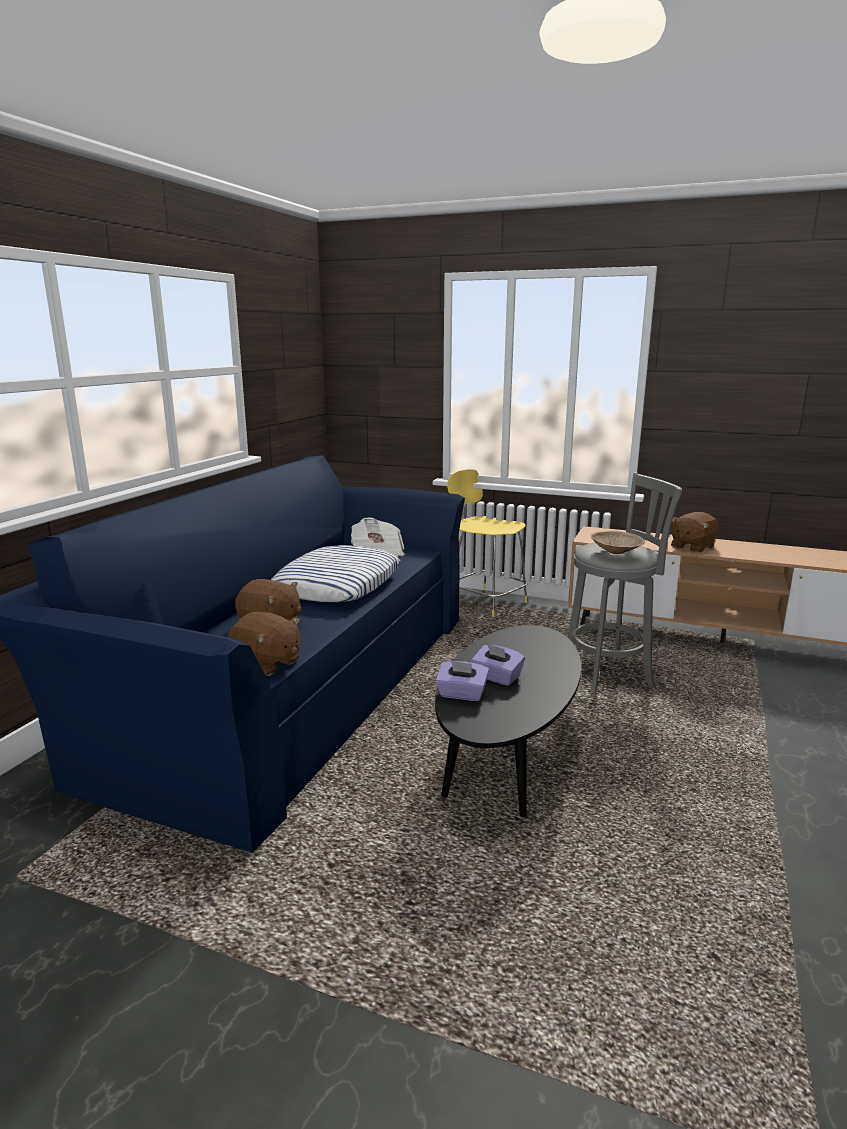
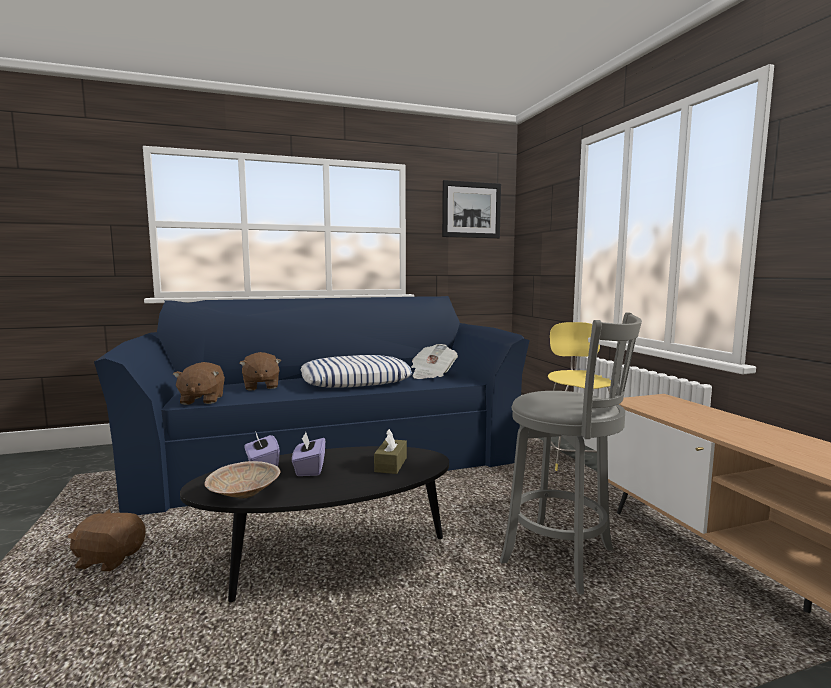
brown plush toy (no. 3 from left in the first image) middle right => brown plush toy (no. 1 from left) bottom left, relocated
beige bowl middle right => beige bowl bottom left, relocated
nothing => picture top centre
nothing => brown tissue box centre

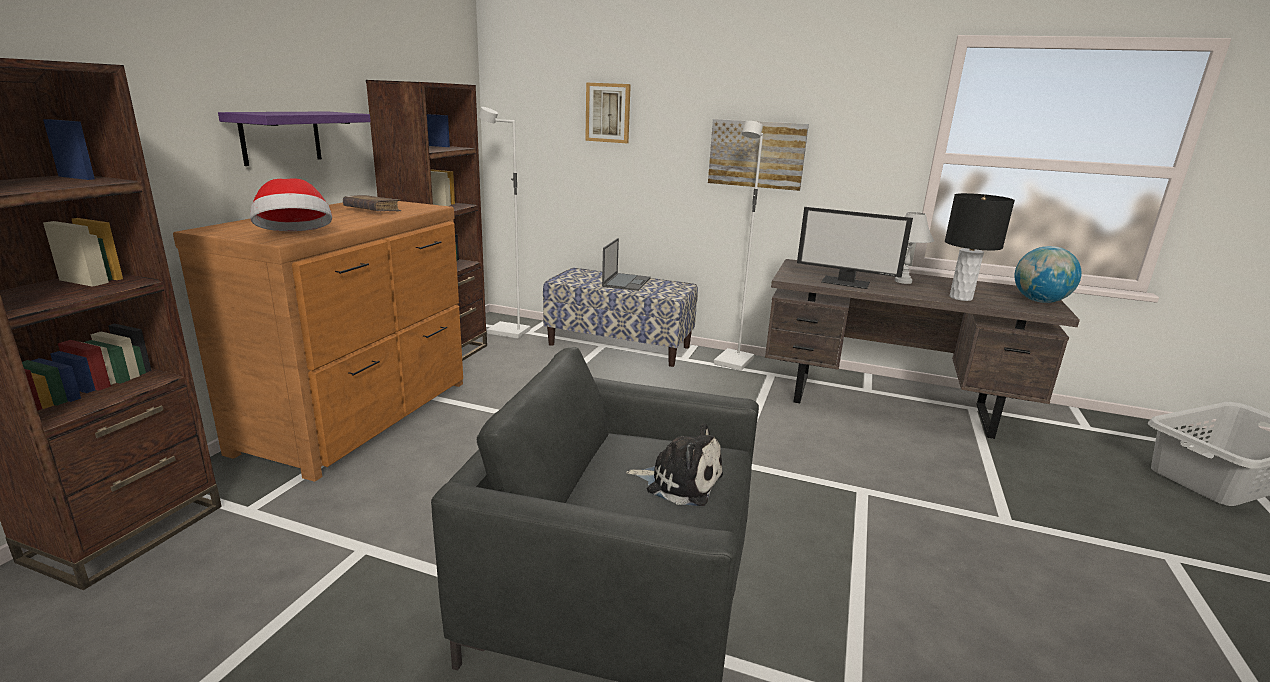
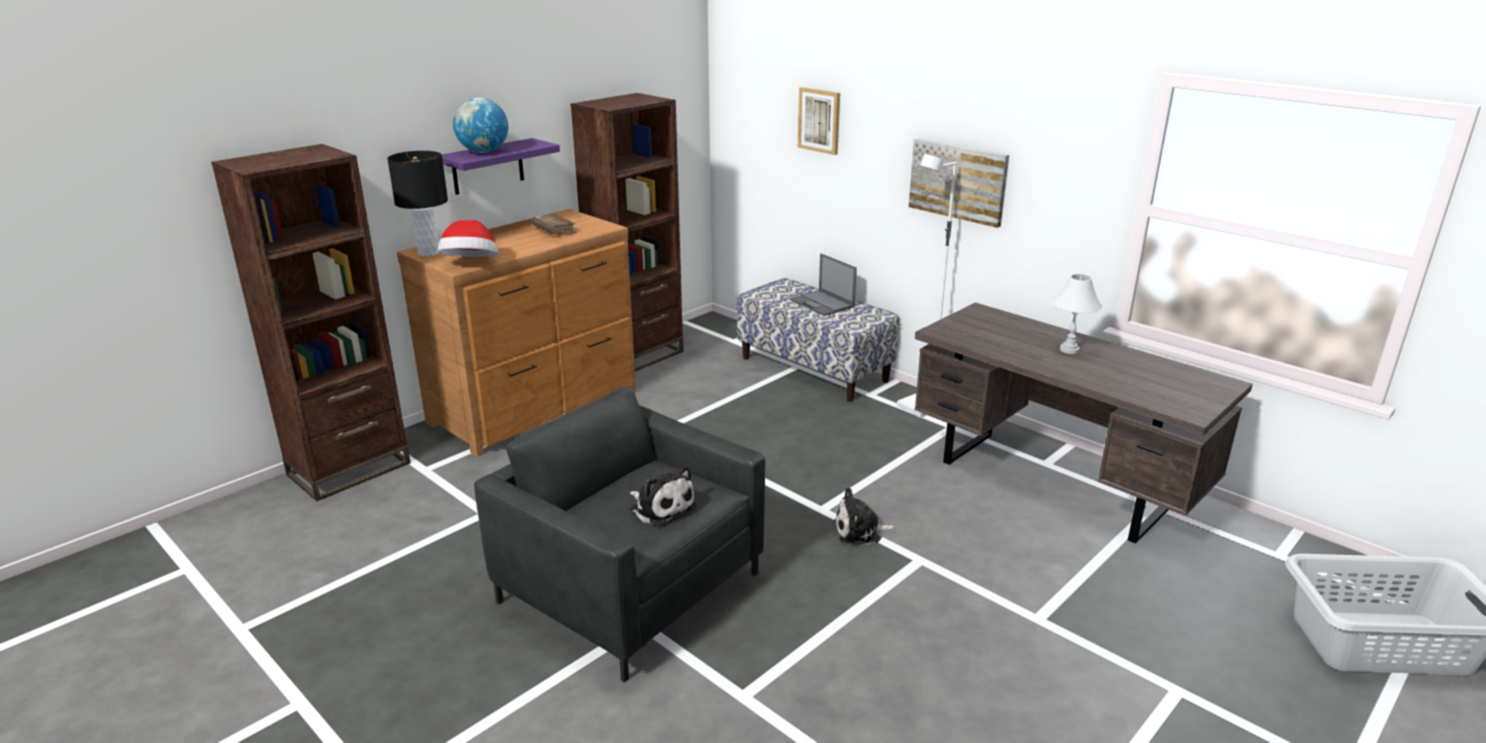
white floor lamp (no. 1 from left) top centre => nothing
black table lamp middle right => black table lamp top left, relocated
monitor middle right => nothing
laptop centre, 105 degrees clockwise
globe middle right => globe top left, relocated
nothing => plush toy (no. 2 from left) bottom centre

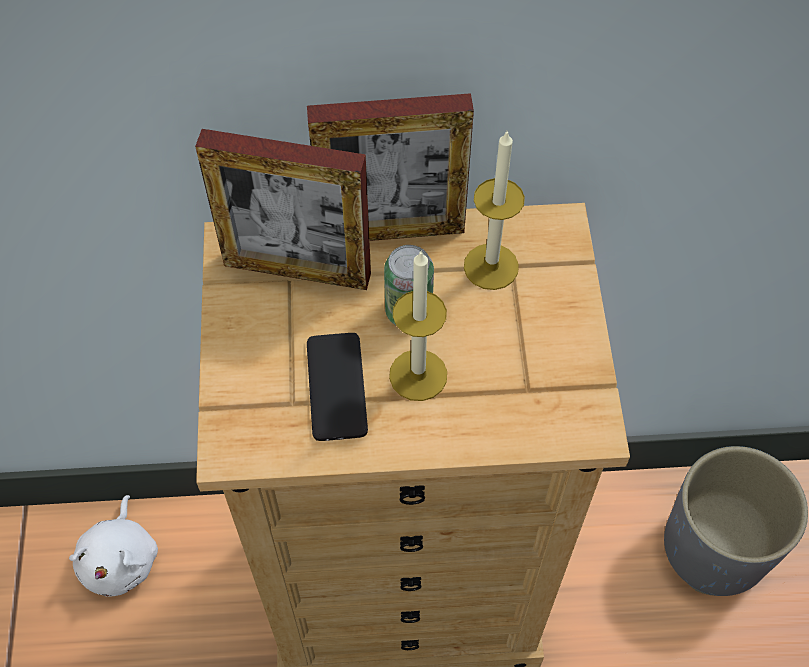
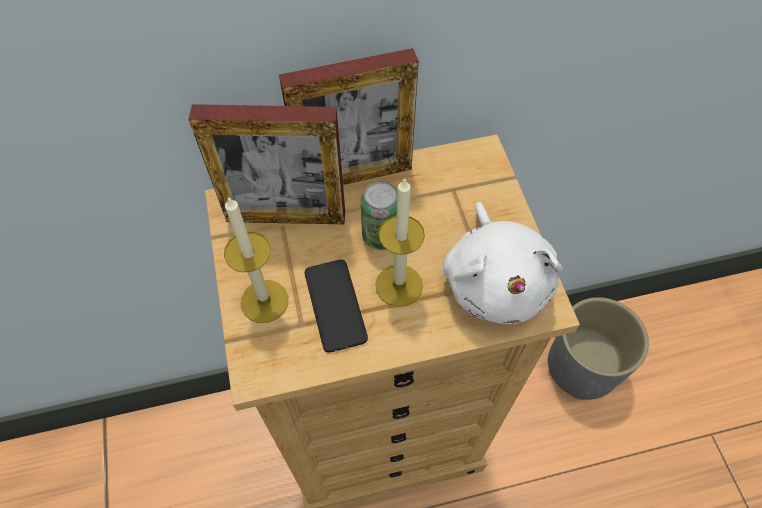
candle (no. 2 from left in the first image) top centre => candle (no. 1 from left) centre, relocated
white plush toy bottom left => white plush toy centre, relocated

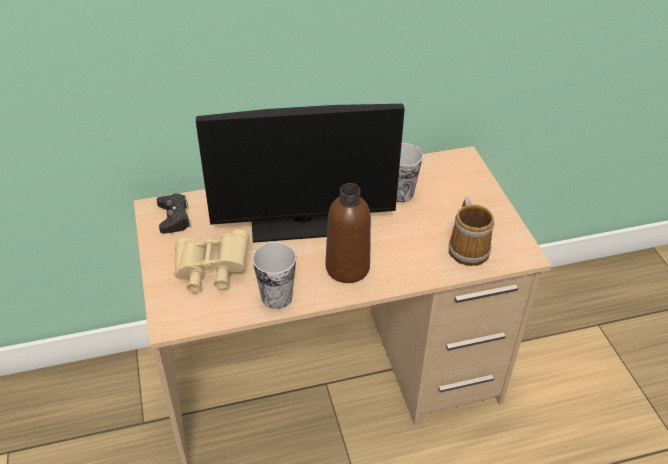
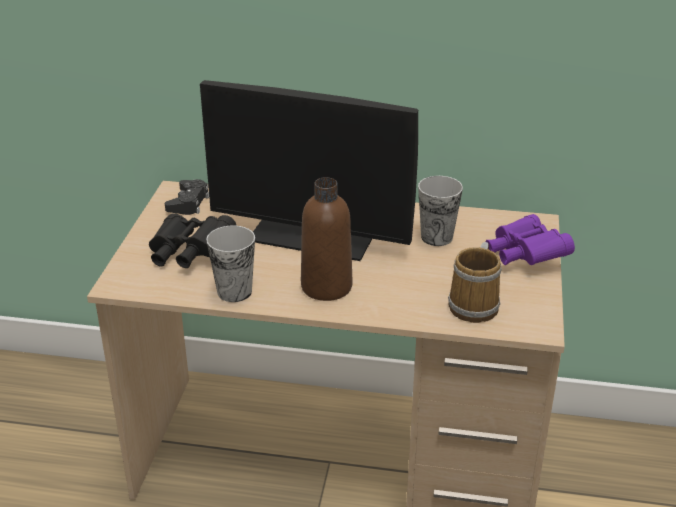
beige binoculars middle left => black binoculars middle left
nothing => purple binoculars middle right

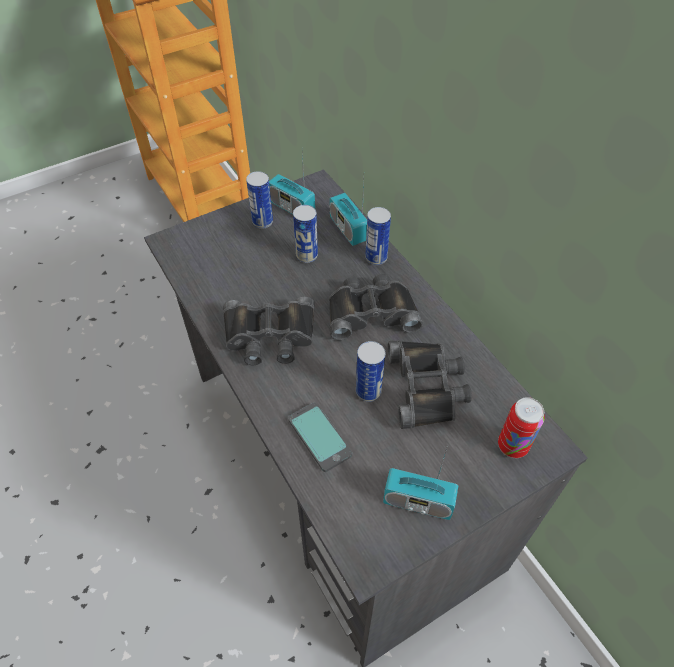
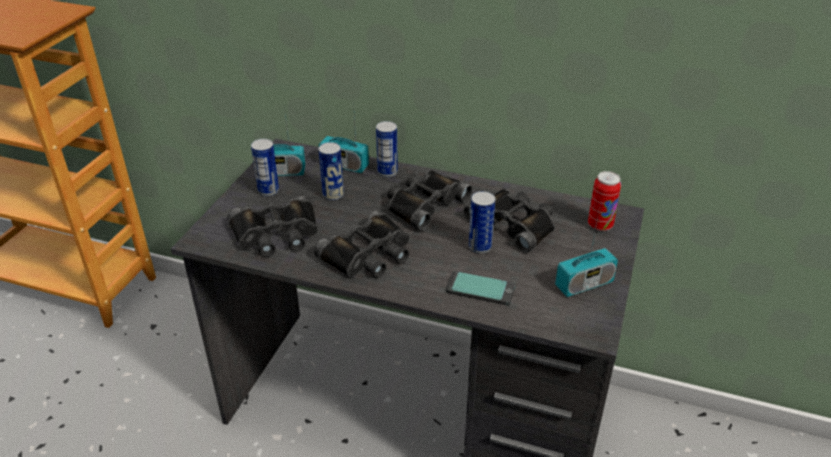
nothing => black binoculars (no. 1 from left) middle left

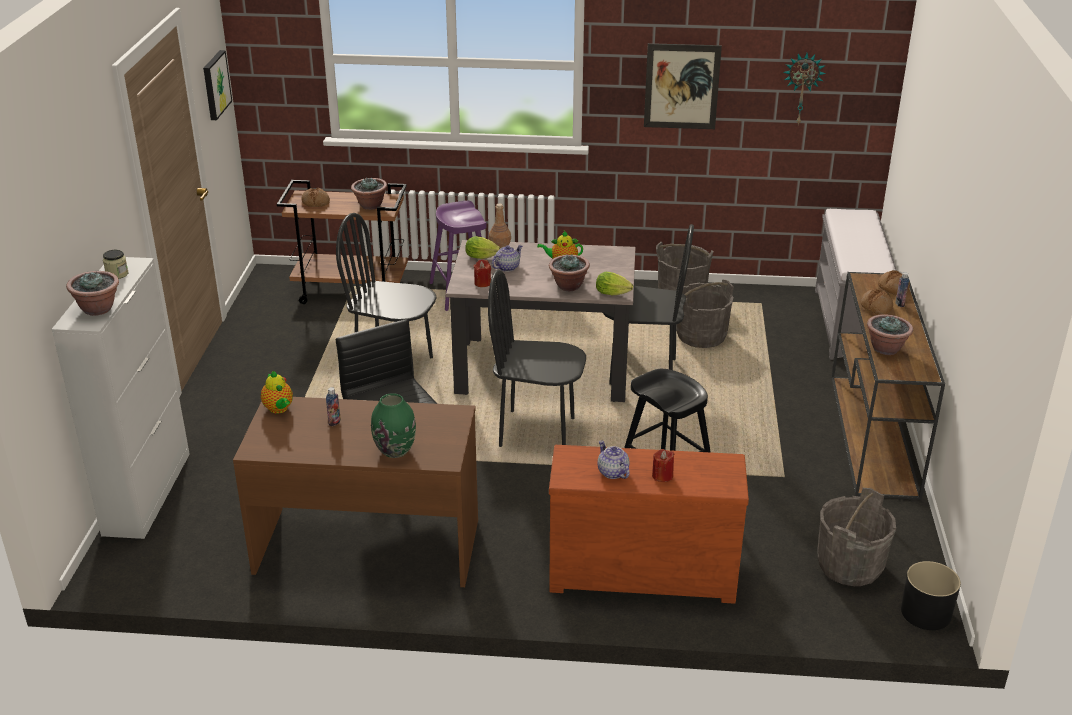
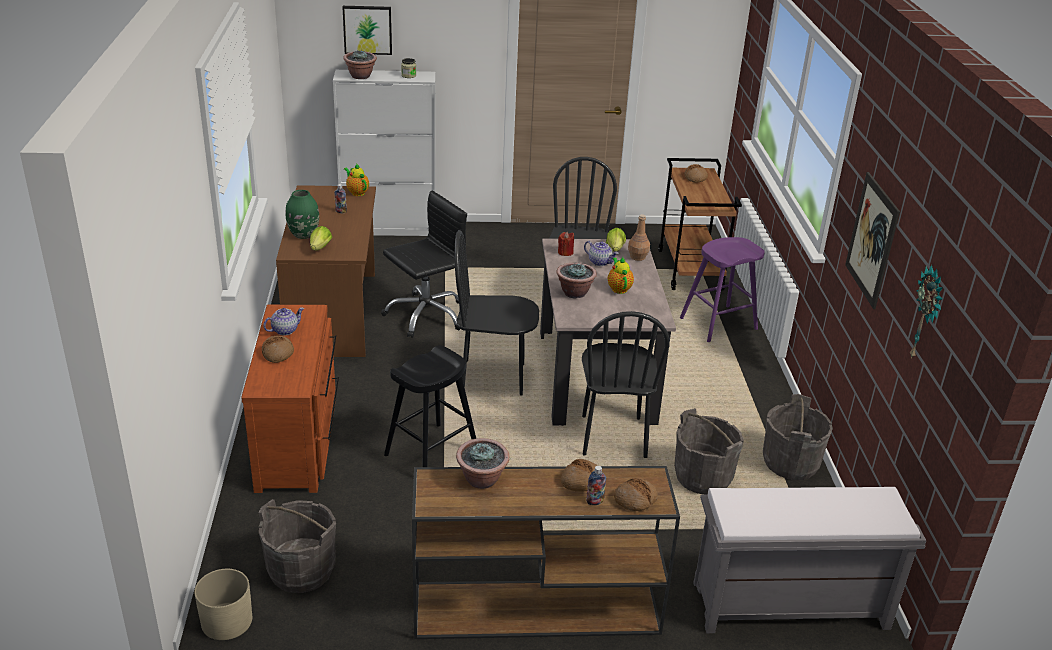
picture (no. 1 from left) top left => picture (no. 1 from left) top centre, relocated
potted plant (no. 2 from left) top centre => nothing
black chair (no. 2 from left in the first image) centre => black chair (no. 1 from left) centre, 90 degrees counterclockwise
lettuce (no. 2 from left in the first image) centre => lettuce (no. 1 from left) middle left, relocated
teapot (no. 1 from left in the first image) middle left => teapot (no. 2 from left) top centre, 90 degrees clockwise
red candle (no. 2 from left) centre => bread (no. 1 from left) middle left
black planter bottom right => beige planter bottom left

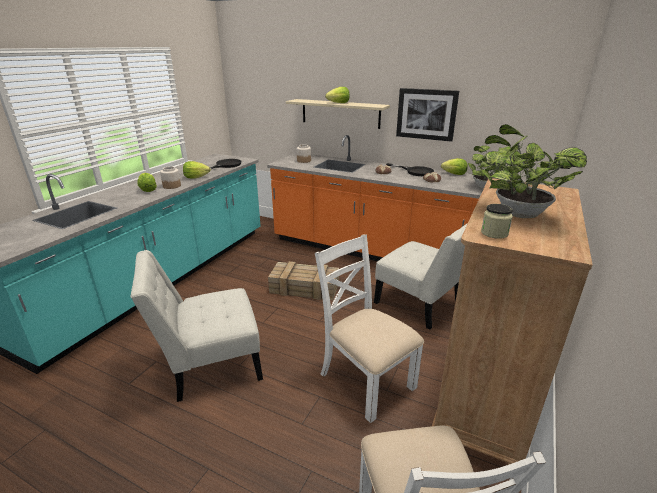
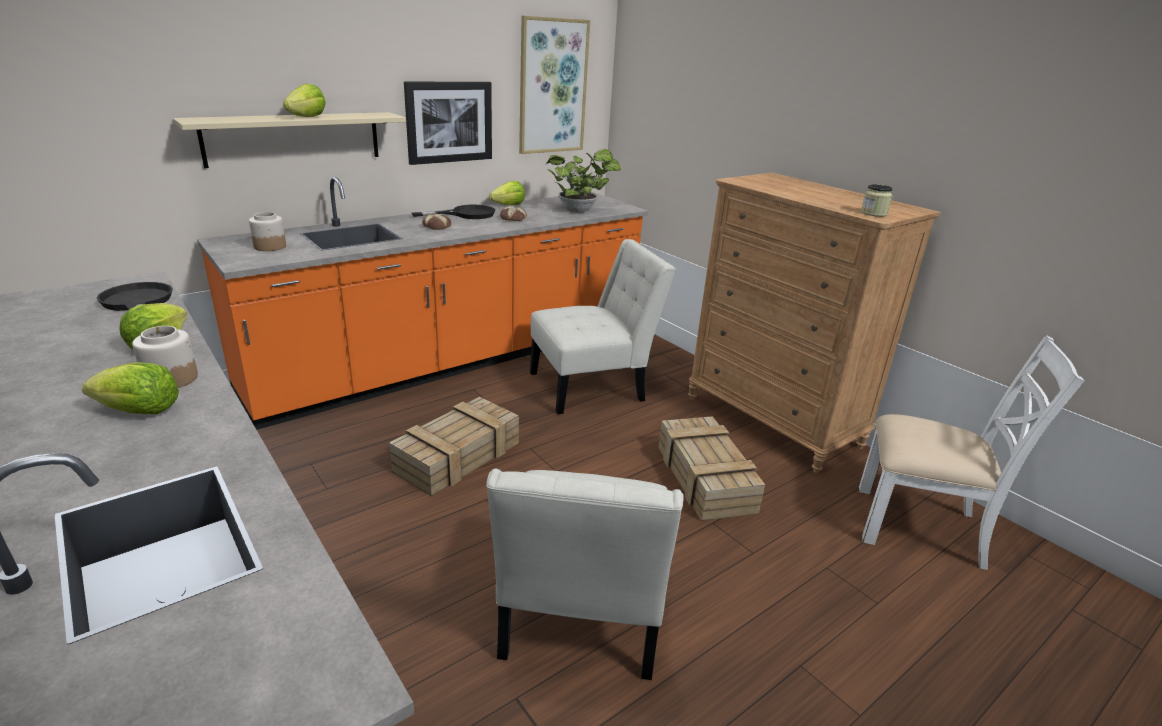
potted plant (no. 2 from left) middle right => nothing
white chair (no. 2 from left) centre => crate (no. 2 from left) centre
nothing => picture (no. 2 from left) top centre

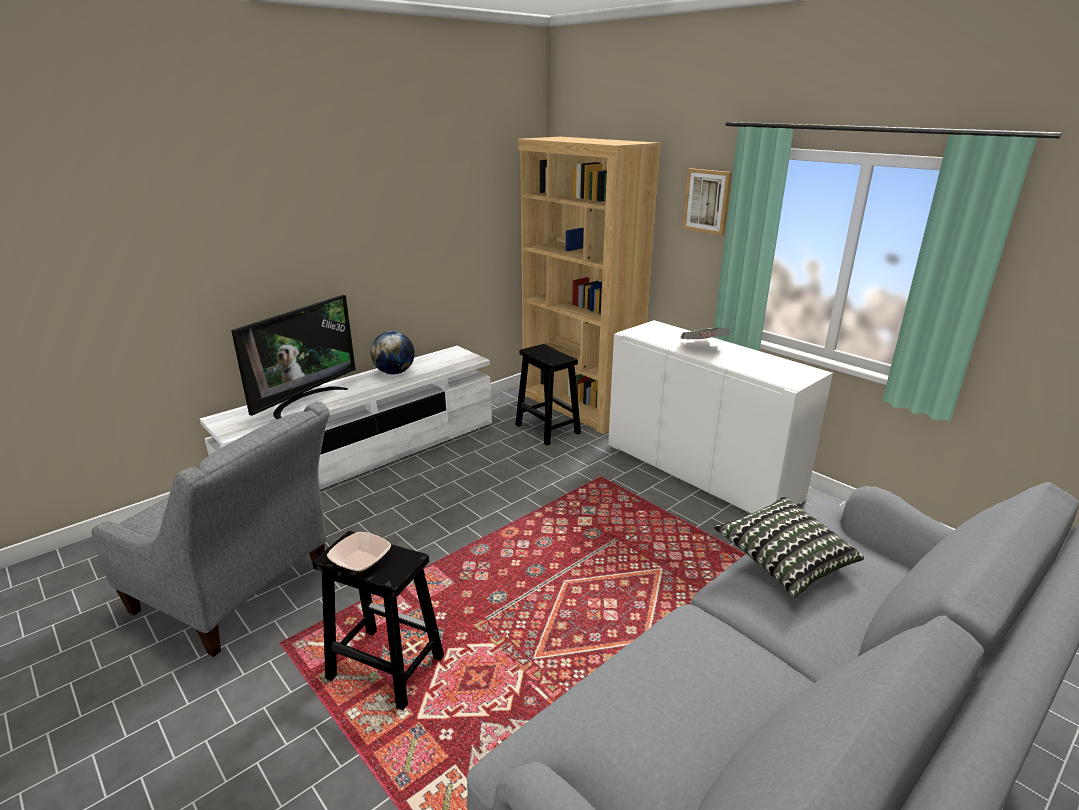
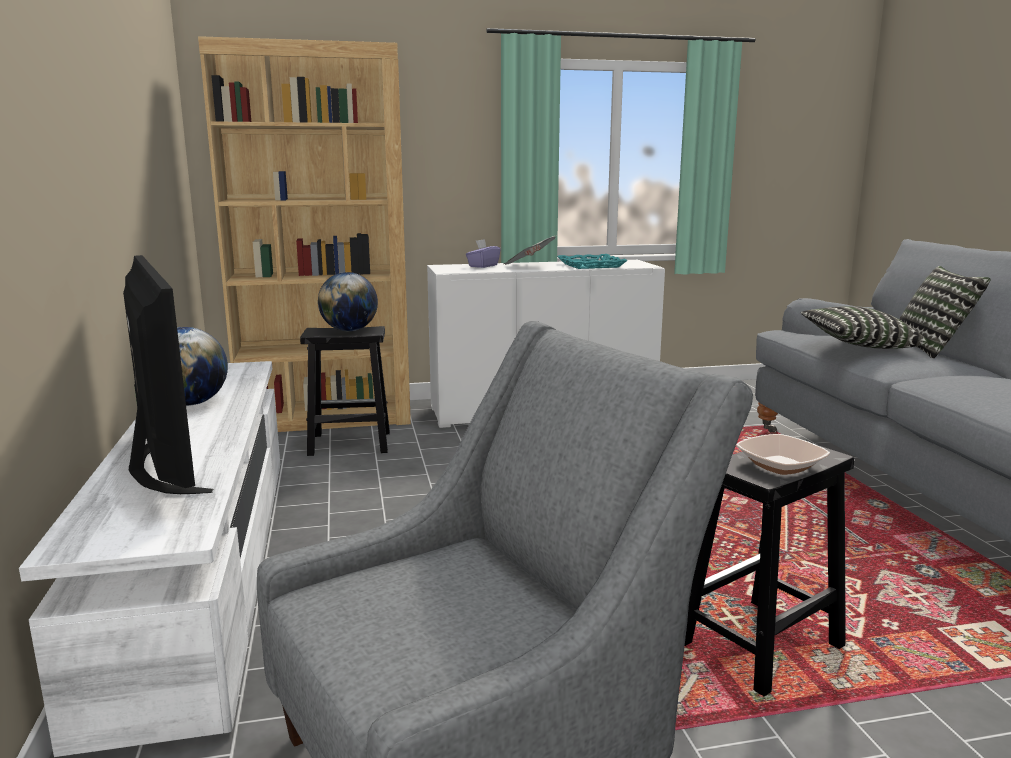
picture top centre => nothing
nothing => purple tissue box centre
nothing => turquoise tray centre
nothing => pillow (no. 2 from left) middle right
nothing => globe (no. 2 from left) centre

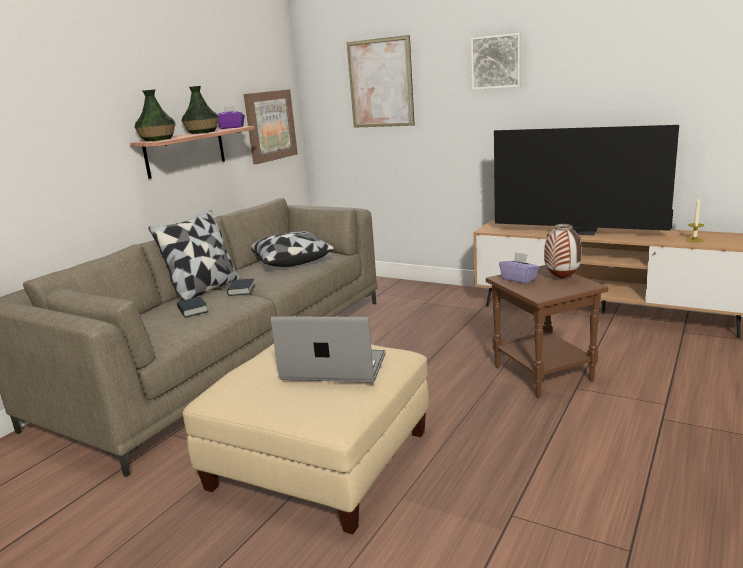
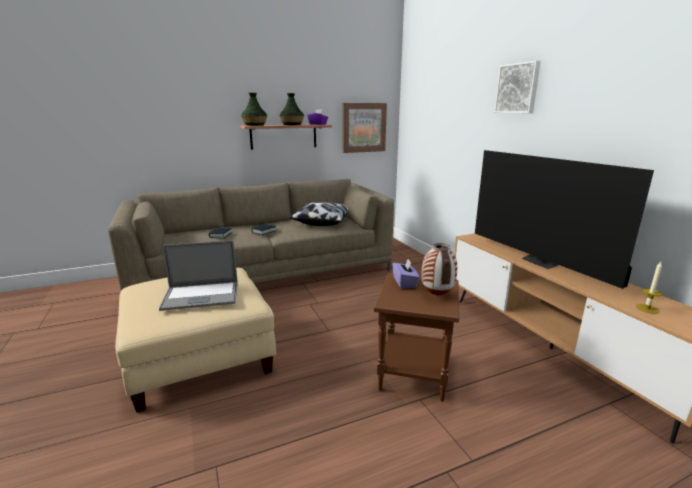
picture (no. 2 from left) top centre => nothing
pillow (no. 1 from left) middle left => nothing
laptop centre => laptop middle left, 120 degrees clockwise

